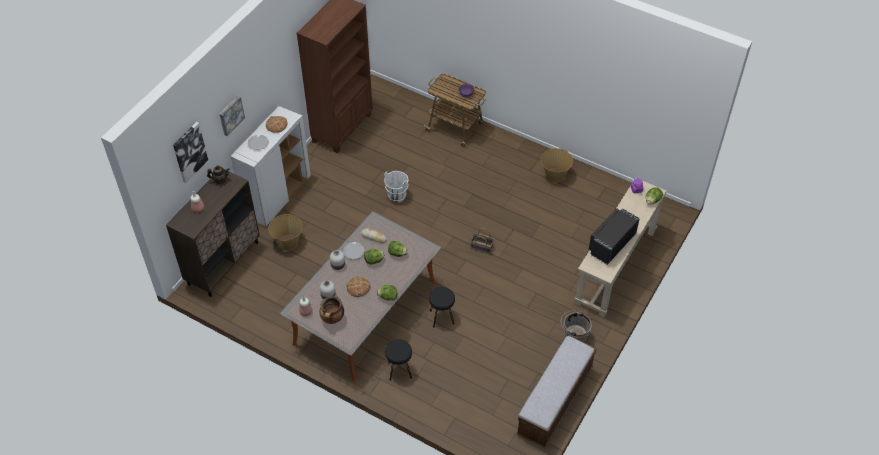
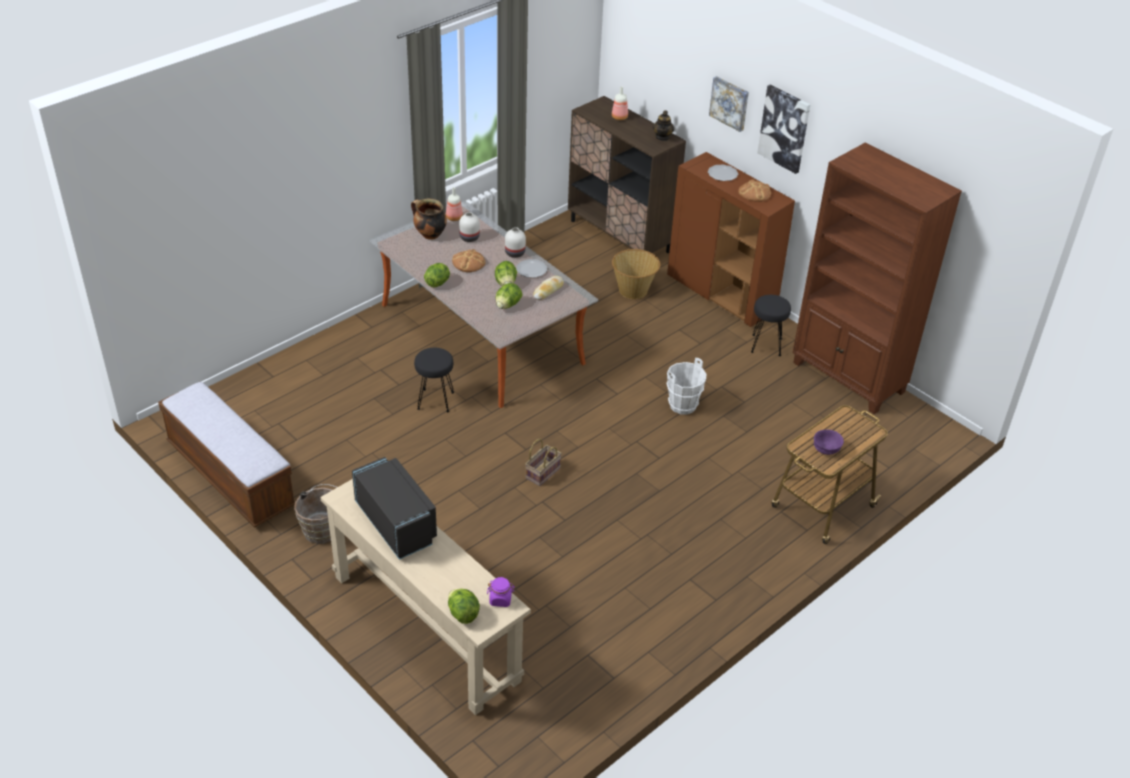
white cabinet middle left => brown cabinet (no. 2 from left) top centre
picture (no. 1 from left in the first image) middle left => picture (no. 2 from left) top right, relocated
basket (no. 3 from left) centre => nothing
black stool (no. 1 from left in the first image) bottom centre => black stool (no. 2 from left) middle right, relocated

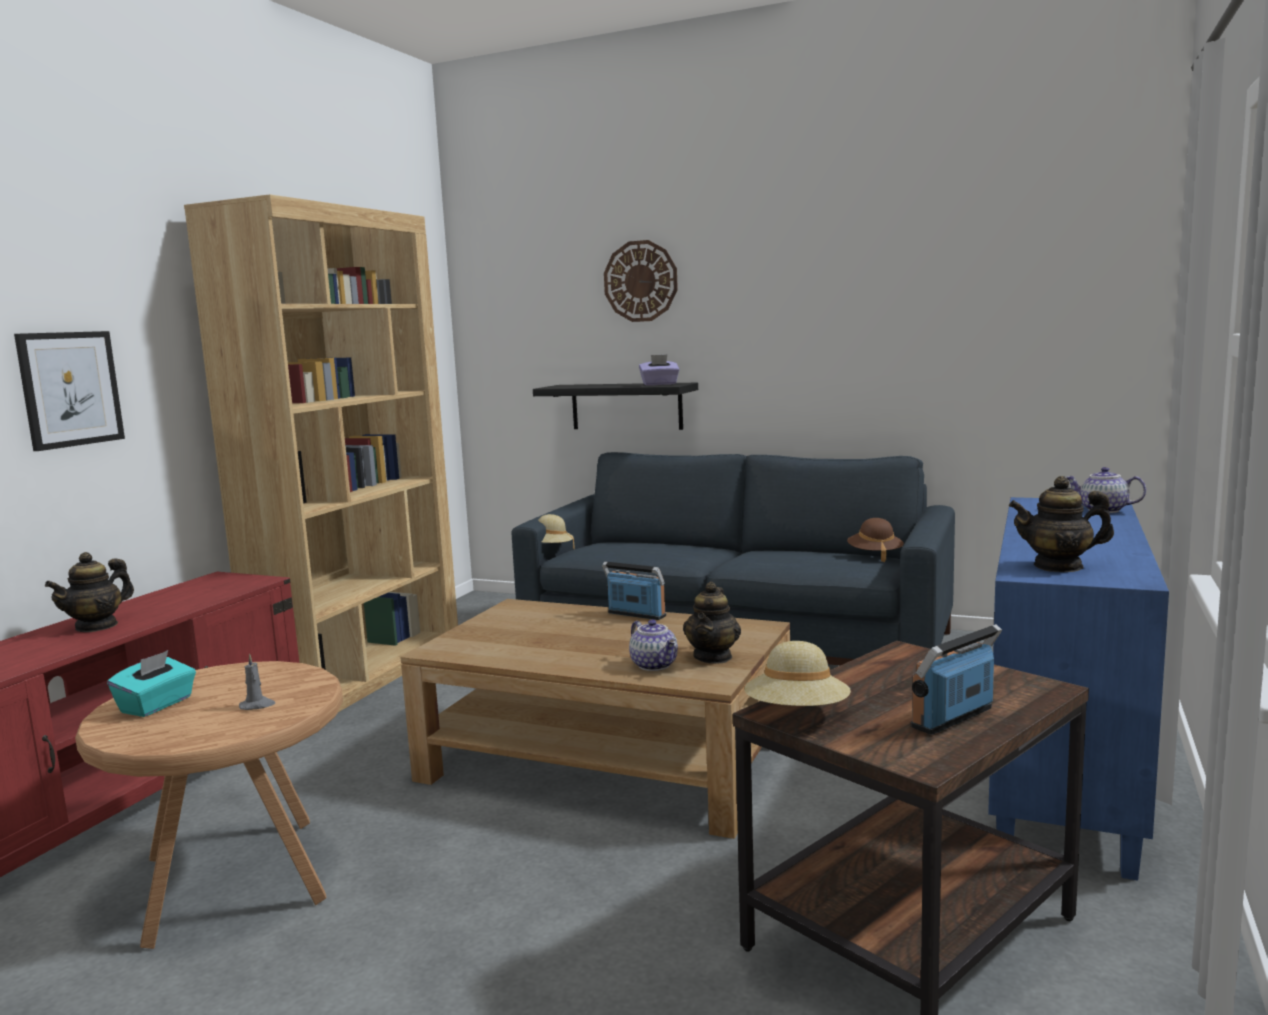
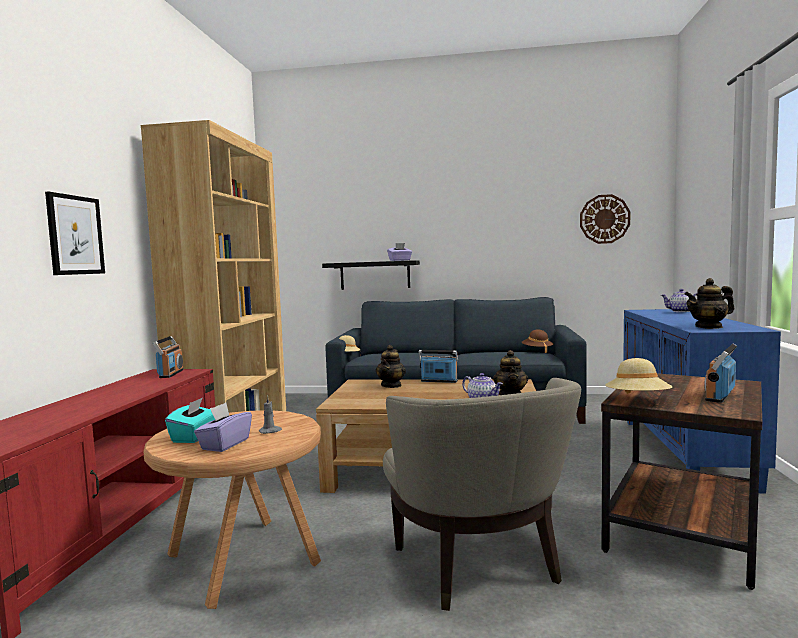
wall clock top centre => wall clock middle right, relocated
teapot (no. 1 from left) middle left => teapot (no. 1 from left) centre, relocated
nothing => radio (no. 1 from left) middle left
nothing => beige armchair bottom centre
nothing => purple tissue box (no. 1 from left) bottom left

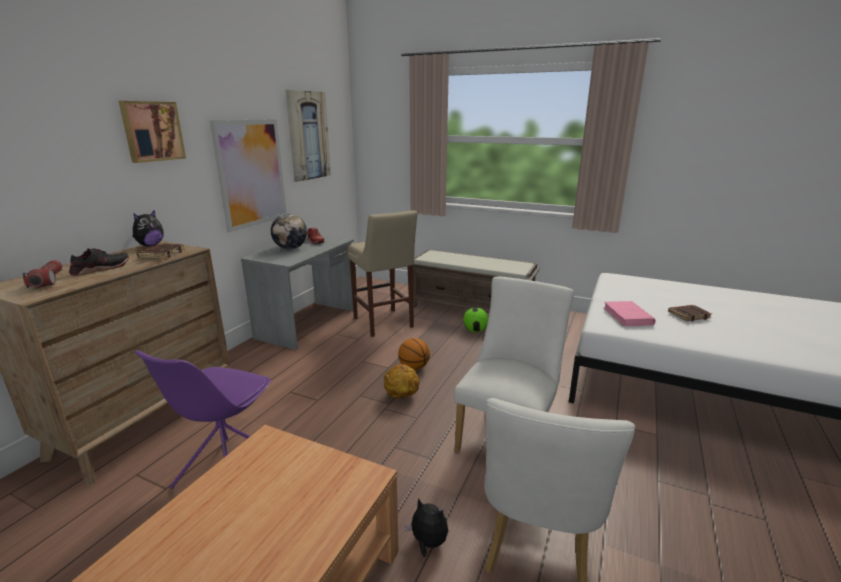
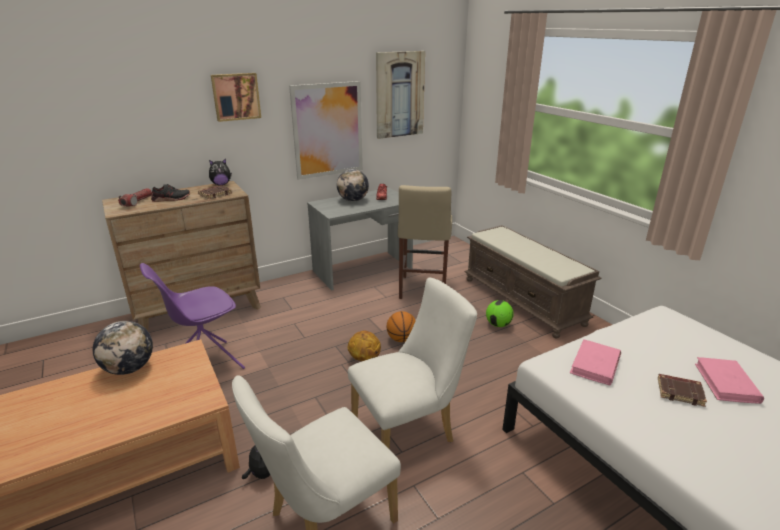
nothing => globe (no. 1 from left) middle left
nothing => pink book (no. 2 from left) bottom right

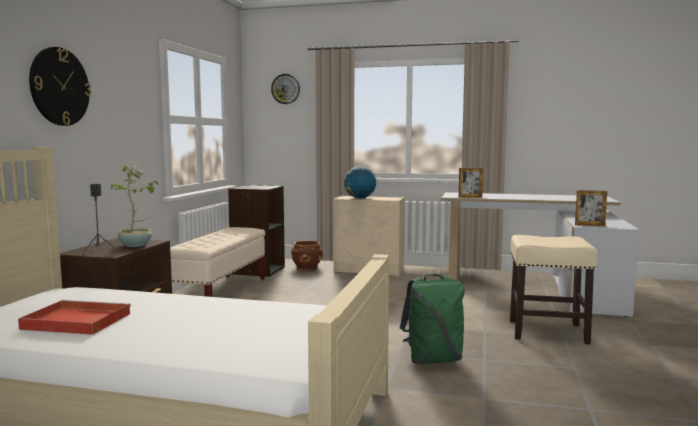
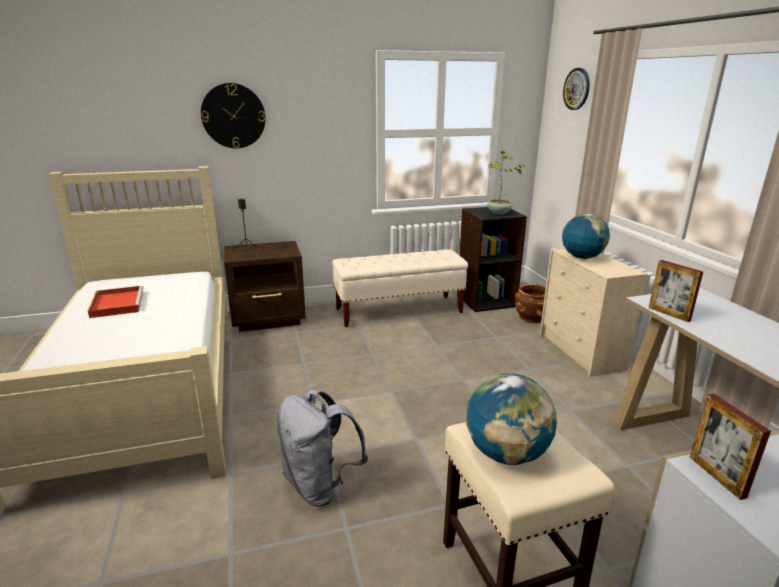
potted plant middle left => potted plant top centre, relocated
green backpack bottom centre => grey backpack bottom centre
nothing => globe (no. 1 from left) bottom centre

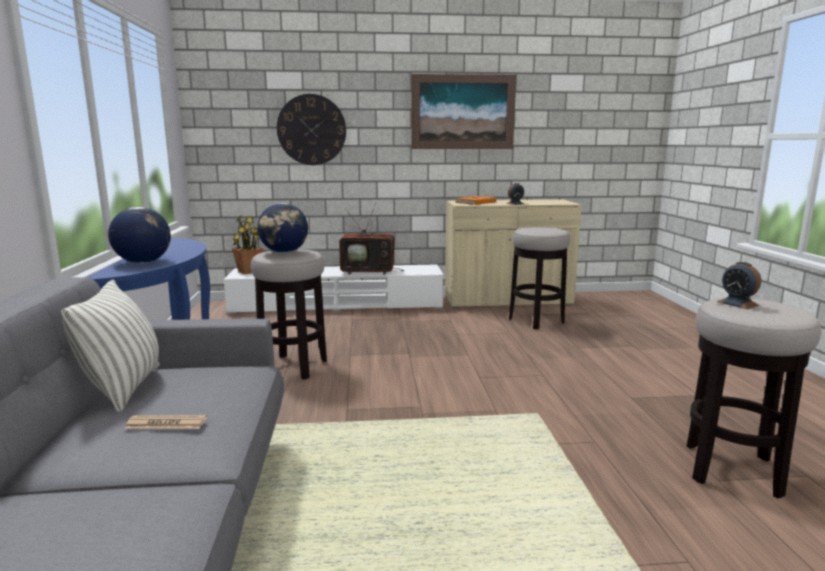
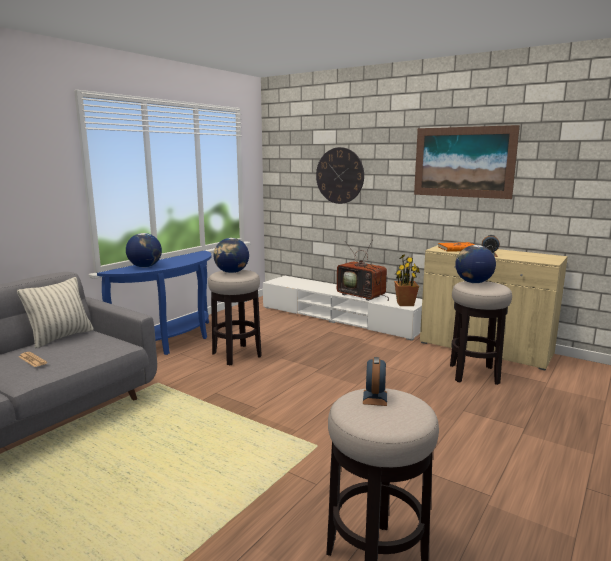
potted plant middle left => potted plant centre, relocated
nothing => globe (no. 3 from left) middle right

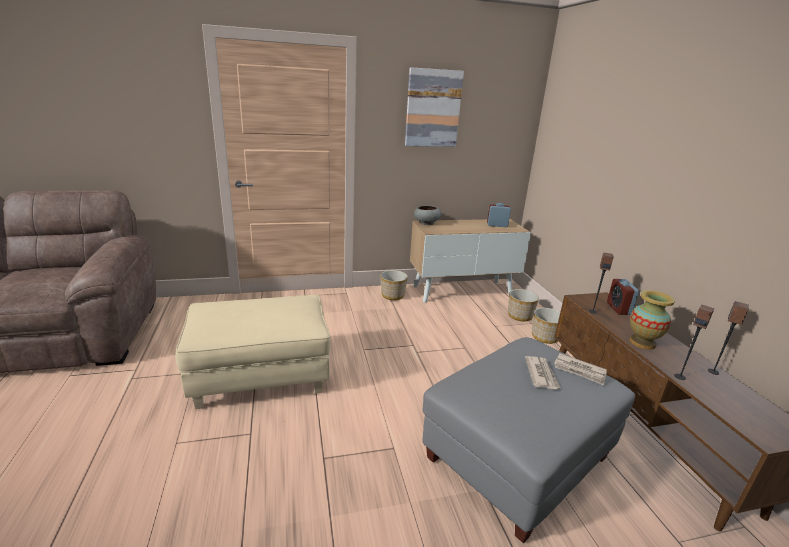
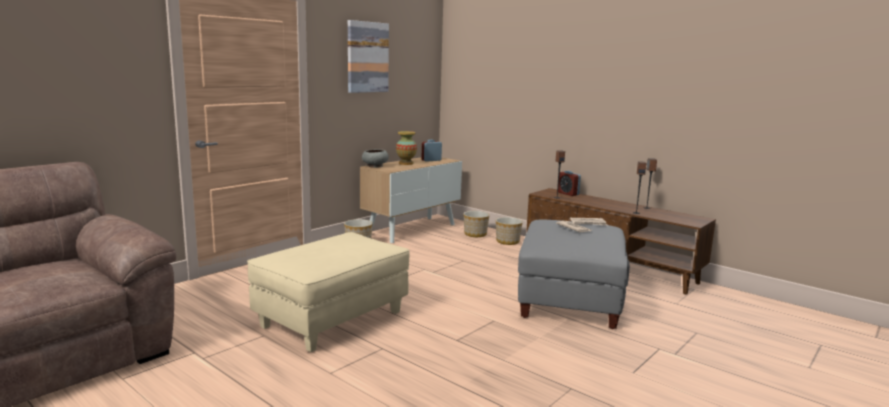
vase middle right => vase centre, relocated

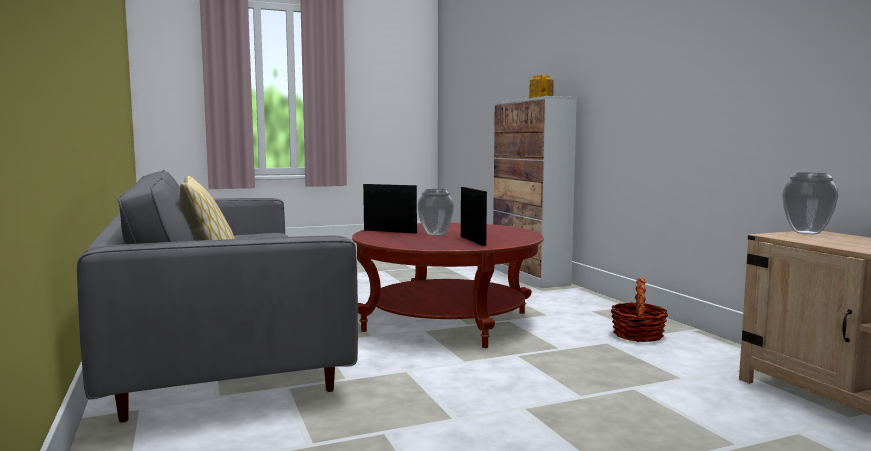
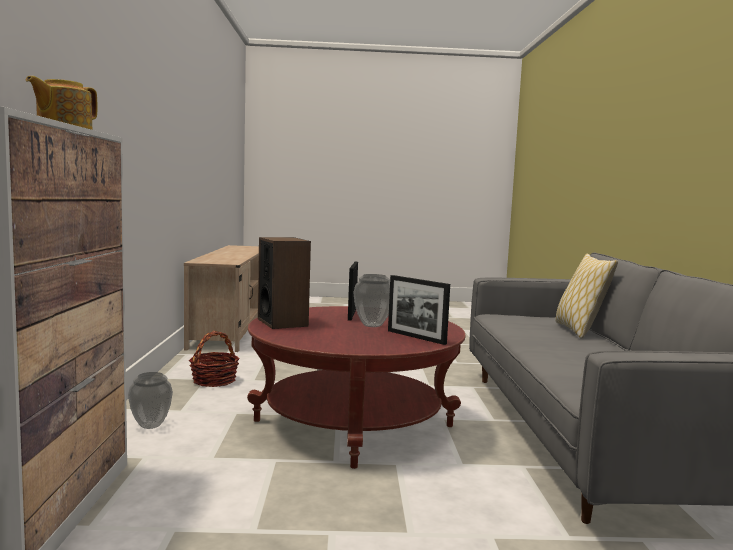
vase (no. 2 from left in the first image) middle right => vase (no. 1 from left) bottom left, relocated
nothing => speaker centre

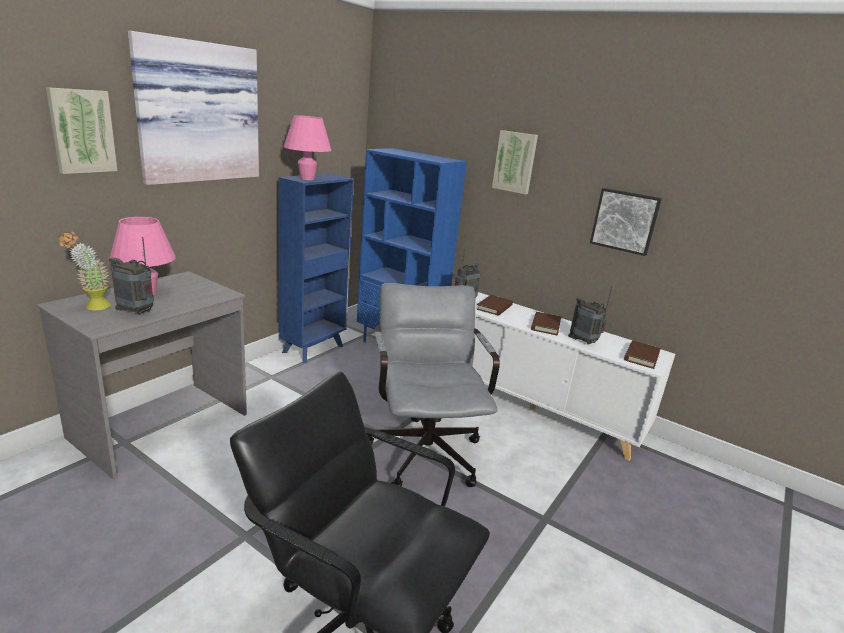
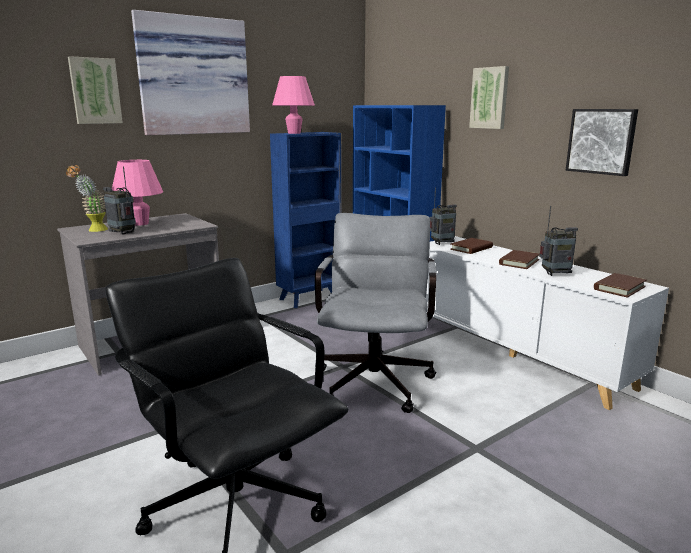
radio (no. 3 from left) middle right, 105 degrees clockwise

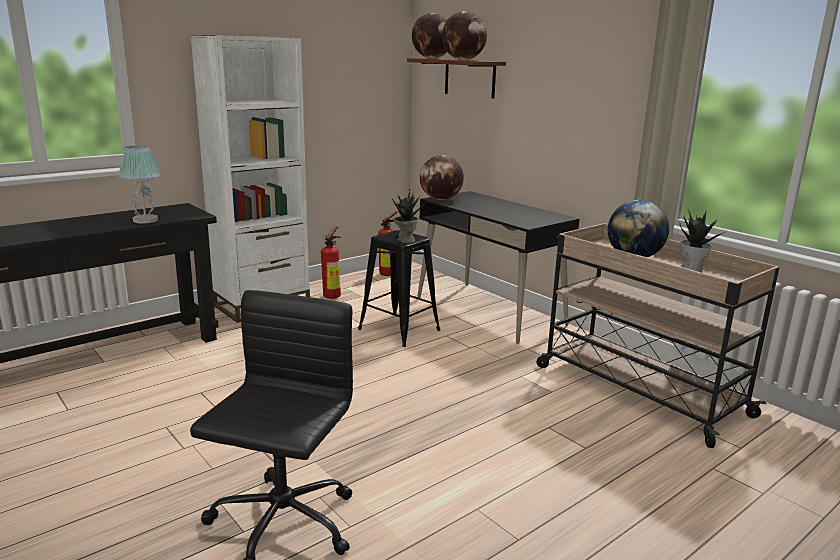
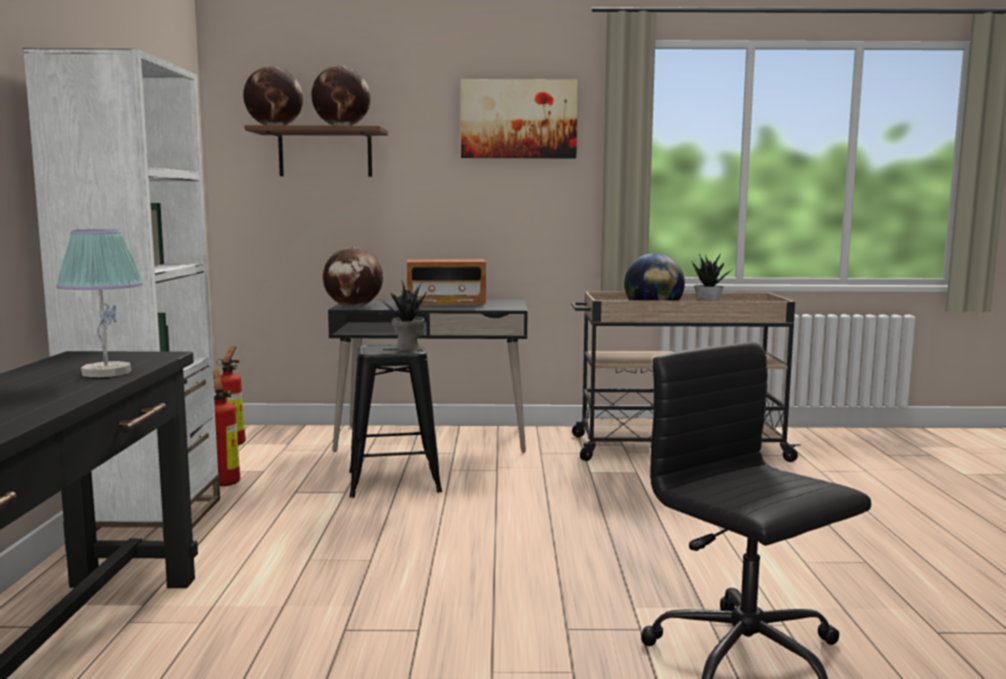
nothing => picture top centre
nothing => radio centre

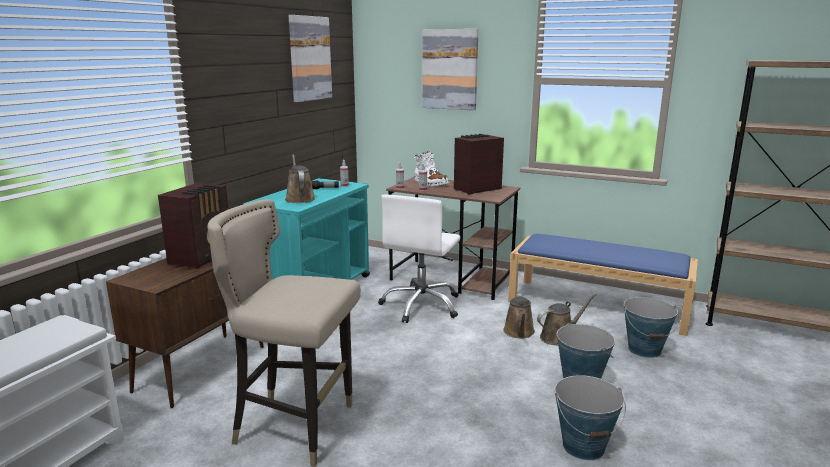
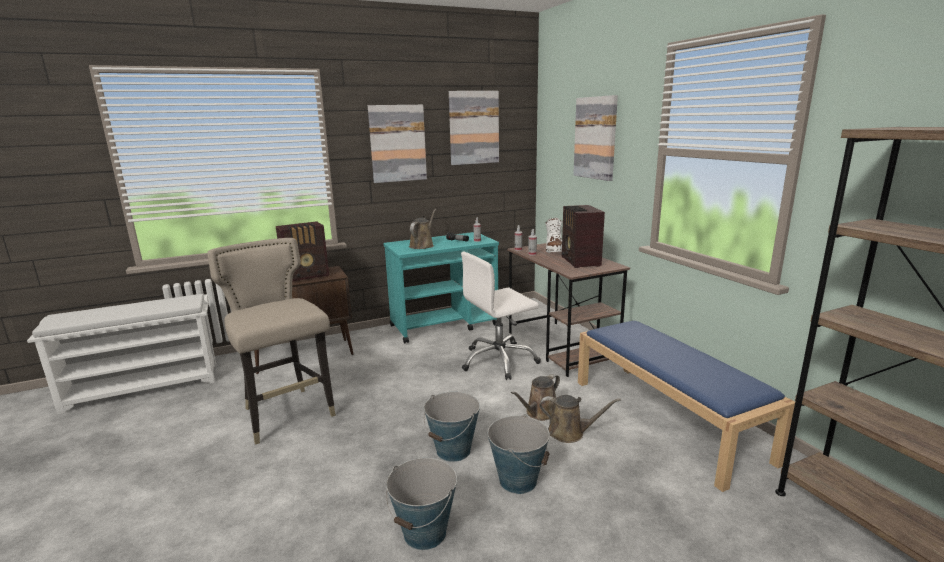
radio (no. 2 from left) centre, 105 degrees counterclockwise
bucket (no. 3 from left in the first image) bottom right => bucket (no. 2 from left) bottom centre, relocated
nothing => picture (no. 1 from left) top centre

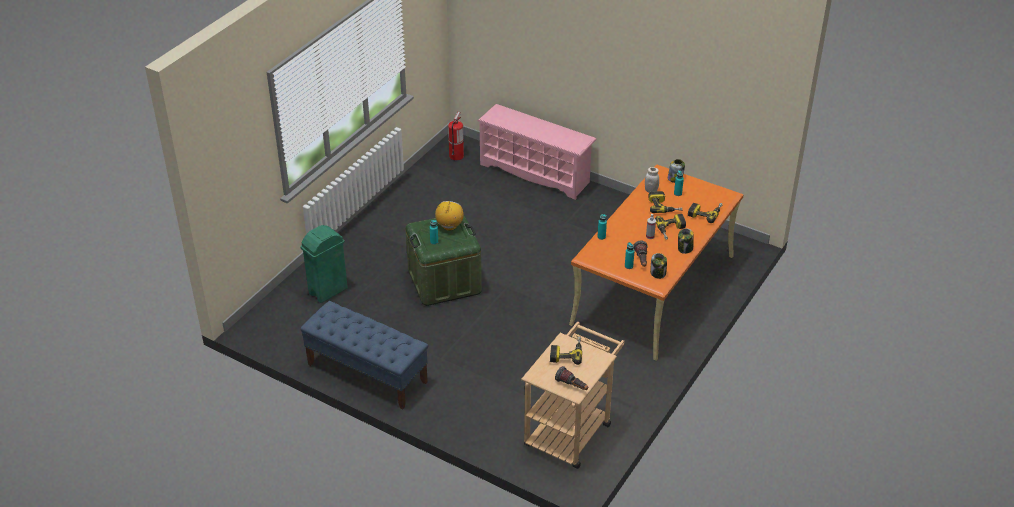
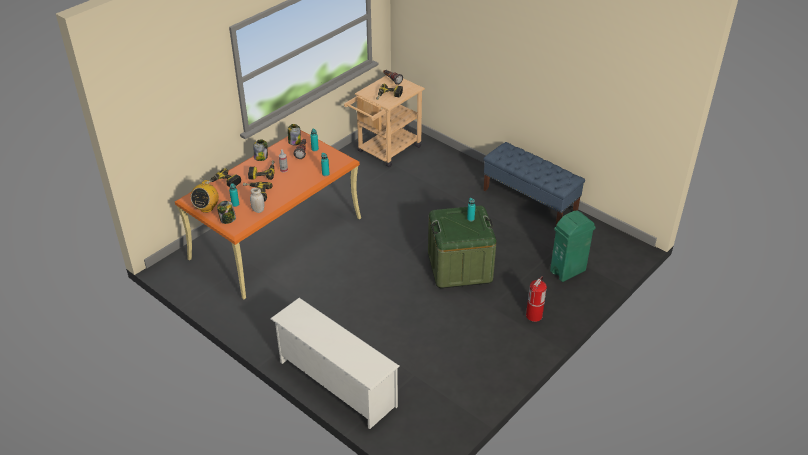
pink shoe rack top centre => white shoe rack bottom centre
fire extinguisher top centre => fire extinguisher centre, relocated
radio centre => radio middle left, relocated

